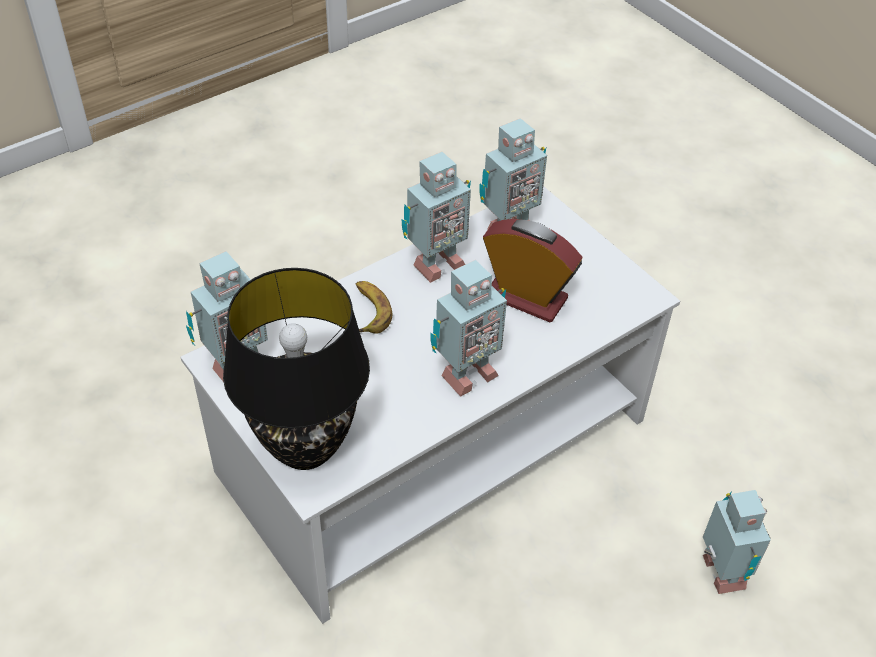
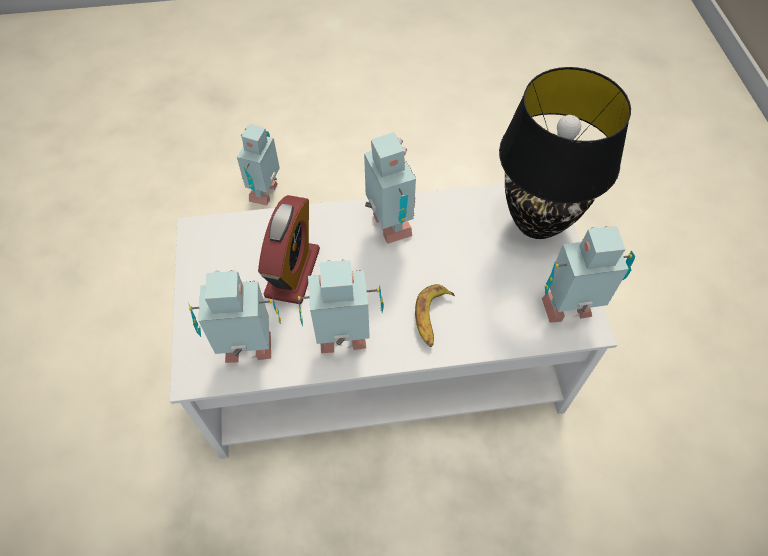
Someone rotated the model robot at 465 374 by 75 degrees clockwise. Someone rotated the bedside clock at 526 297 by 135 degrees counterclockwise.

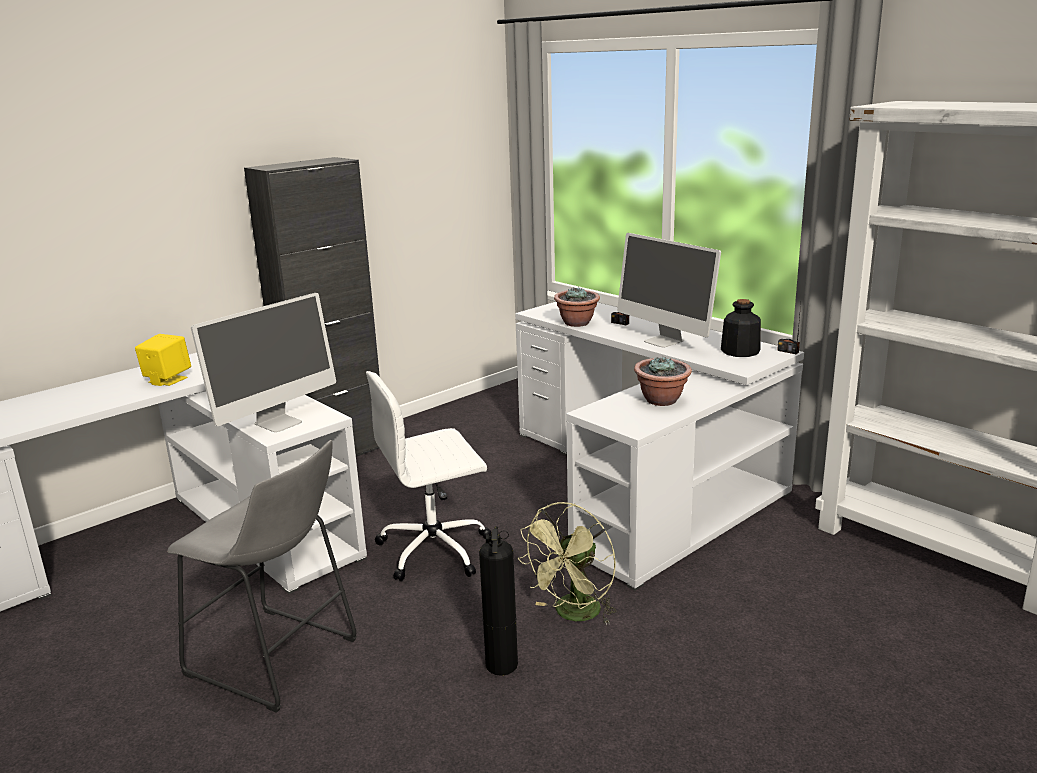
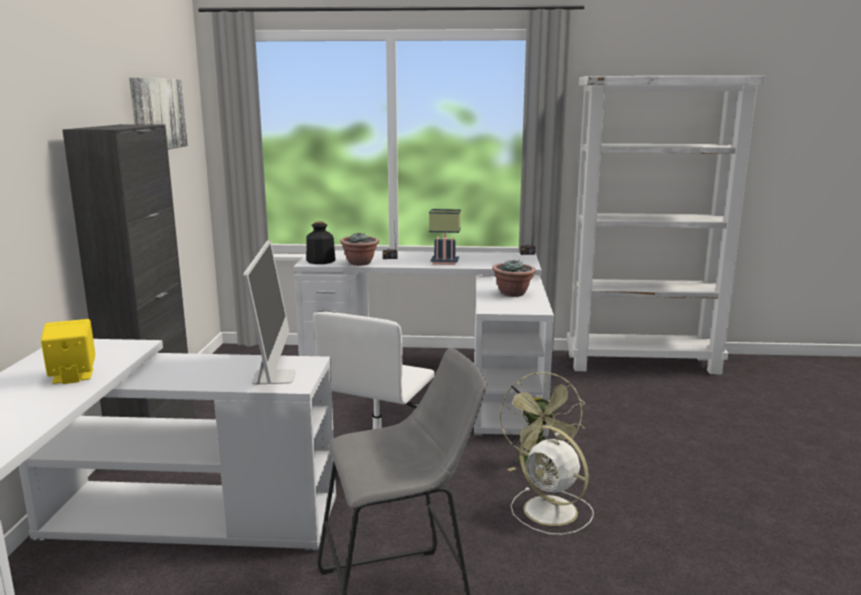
Someone swapped the extinguisher at 501 663 for the whitish fan at 552 512. Someone swapped the monitor at 664 341 for the table lamp at 446 262. Someone carried the drink bottle from 739 351 to 320 261. Someone put up the picture at 157 114.

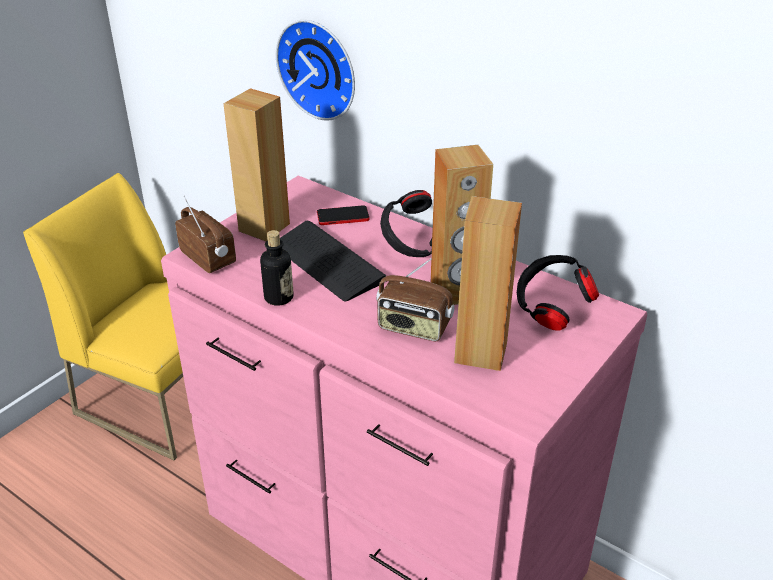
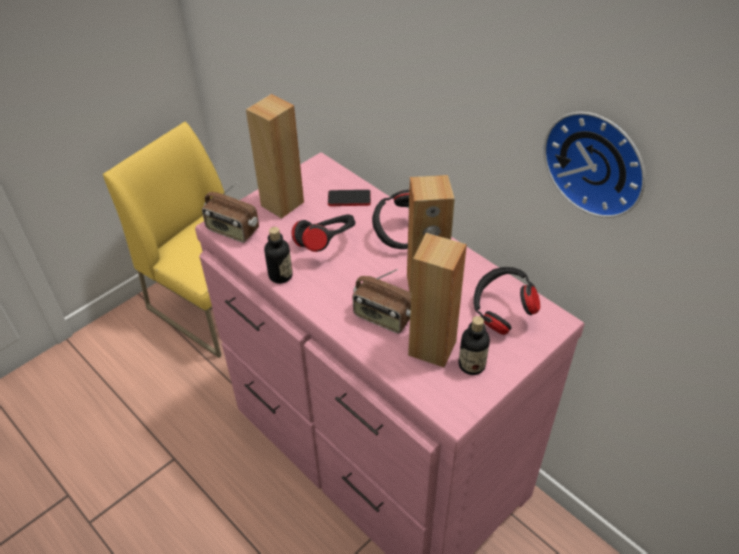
Someone rotated the radio set at 209 258 by 150 degrees clockwise. Someone carried the wall clock from 320 68 to 597 161. Someone swapped the PC keyboard at 327 263 for the black-coloured headphones at 326 245. Someone put down the drink bottle at 471 365.

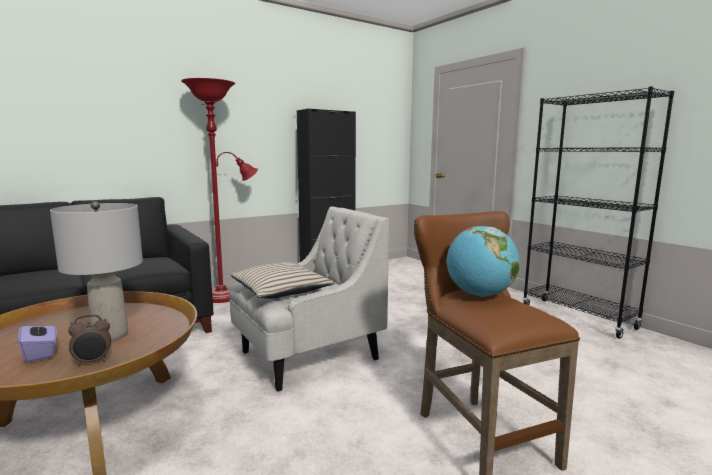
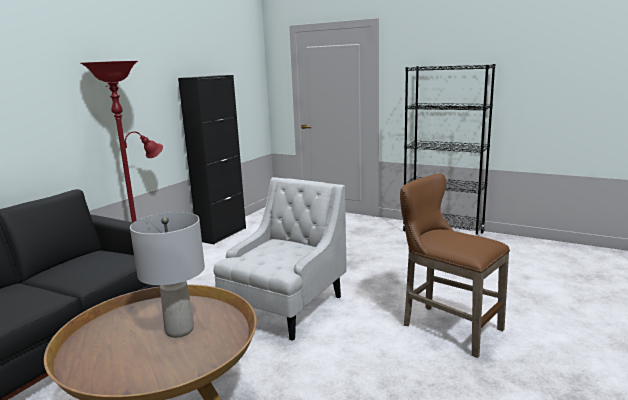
Someone took away the purplish tissue box at 41 353. Someone took away the bedside clock at 93 362. Someone took away the beige pillow at 281 290. Someone took away the world globe at 480 295.

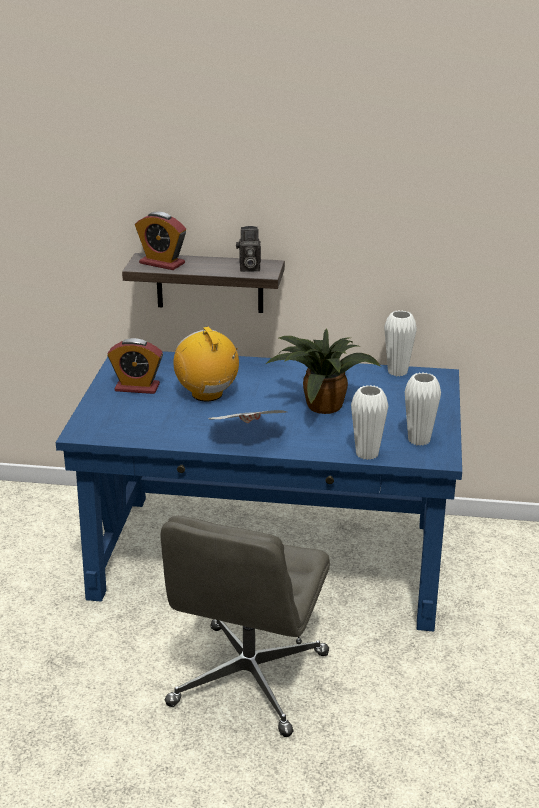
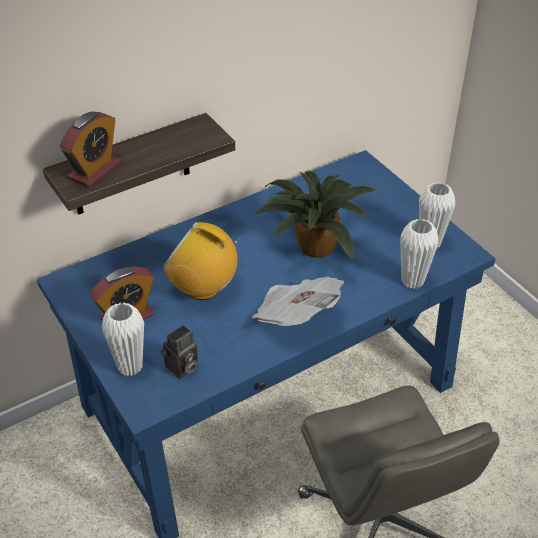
Someone rotated the bedside clock at 162 263 by 45 degrees counterclockwise. Someone carried the photo camera from 248 268 to 181 368. Someone carried the whitish decorative vase from 397 372 to 130 367.

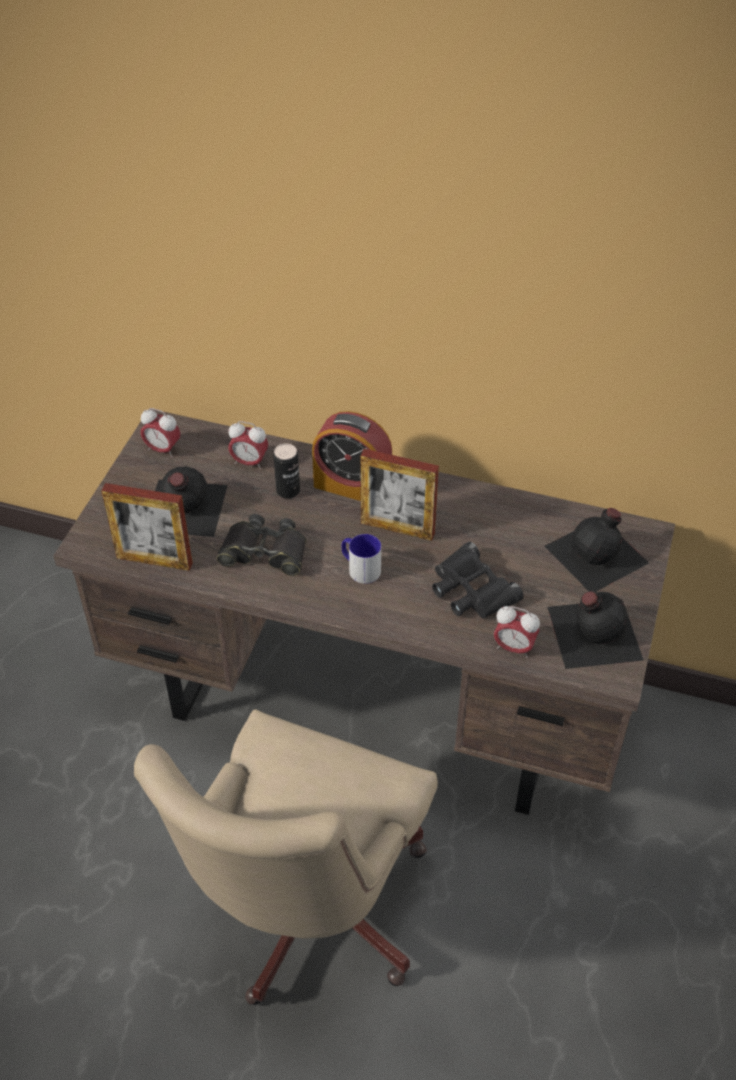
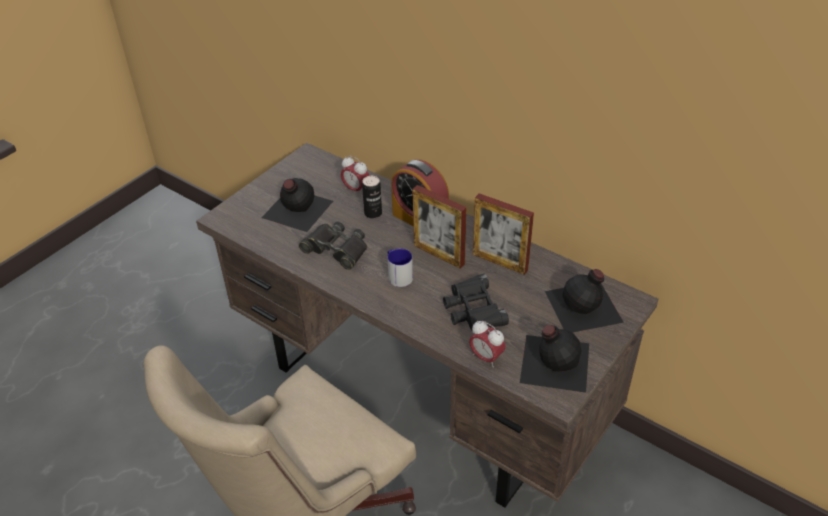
Someone carried the picture frame from 154 560 to 500 262. Someone took away the bedside clock at 163 450.

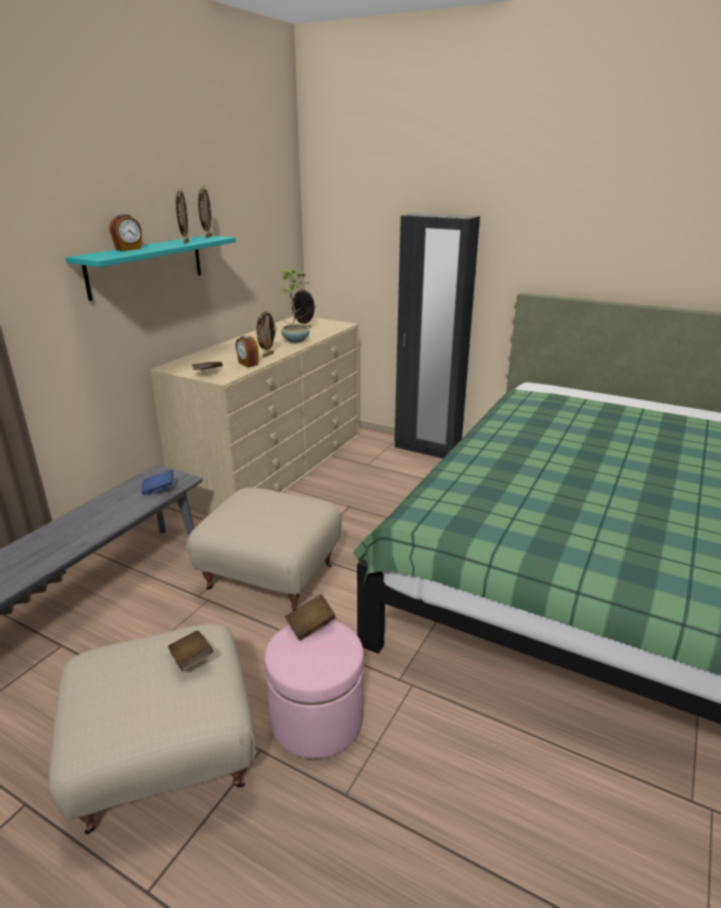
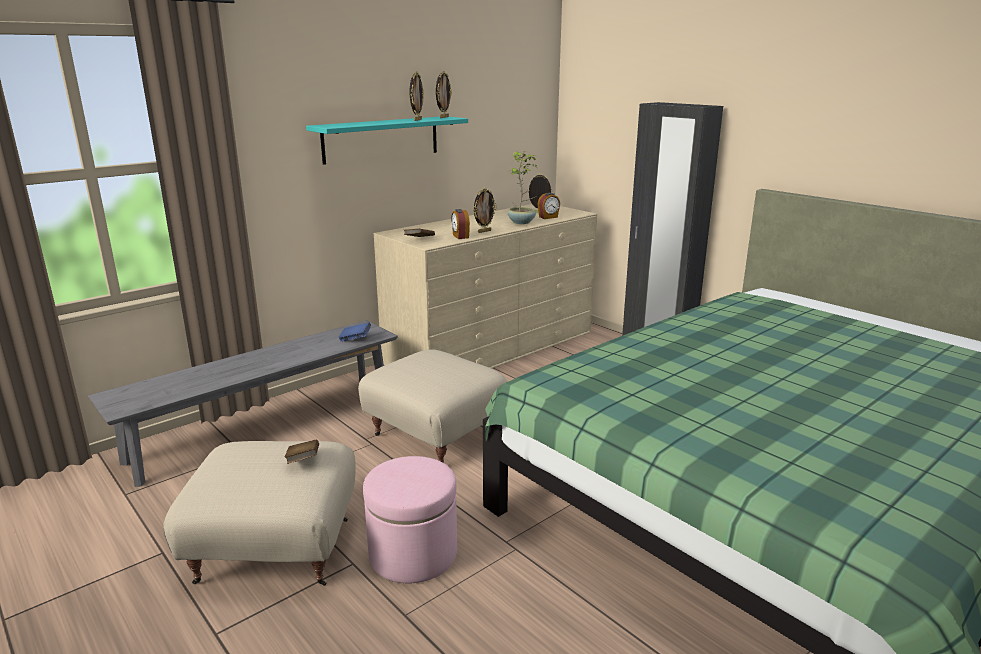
Someone carried the bedside clock from 129 249 to 548 217. Someone took away the brown-coloured book at 310 626.

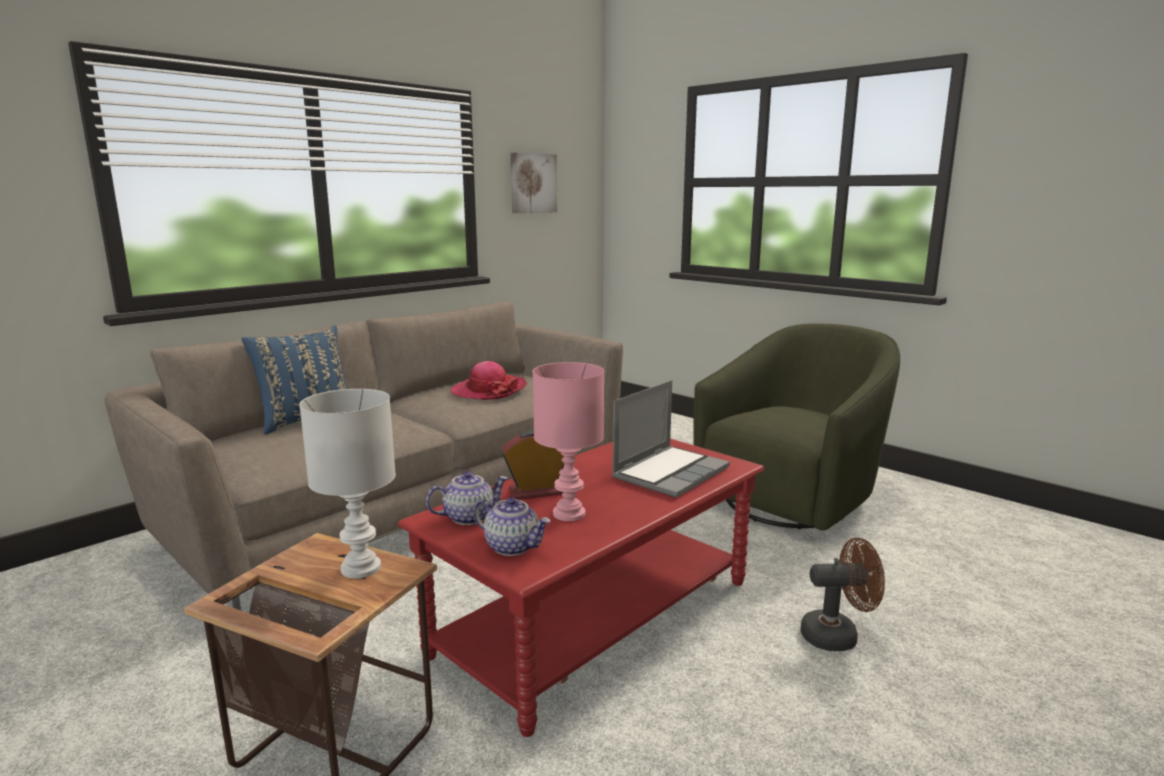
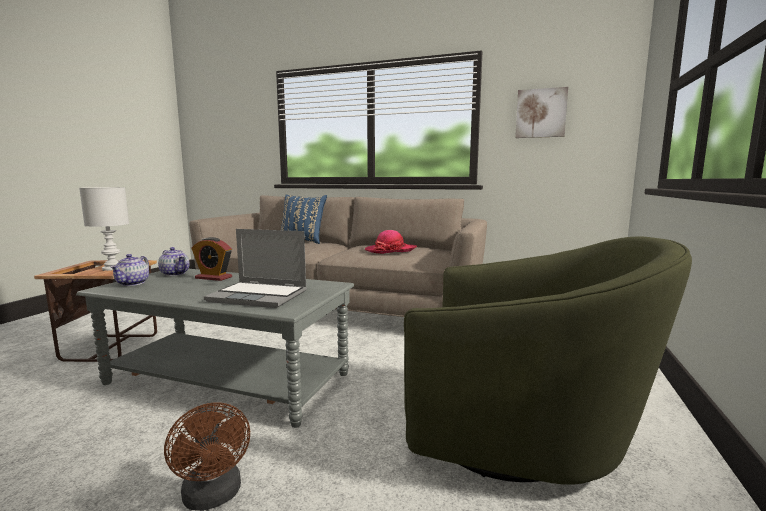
Someone repainted the reddish low table at 597 617, which became the grey low table at 228 379. Someone rotated the bedside clock at 536 492 by 150 degrees clockwise. Someone took away the pinkish table lamp at 568 514.

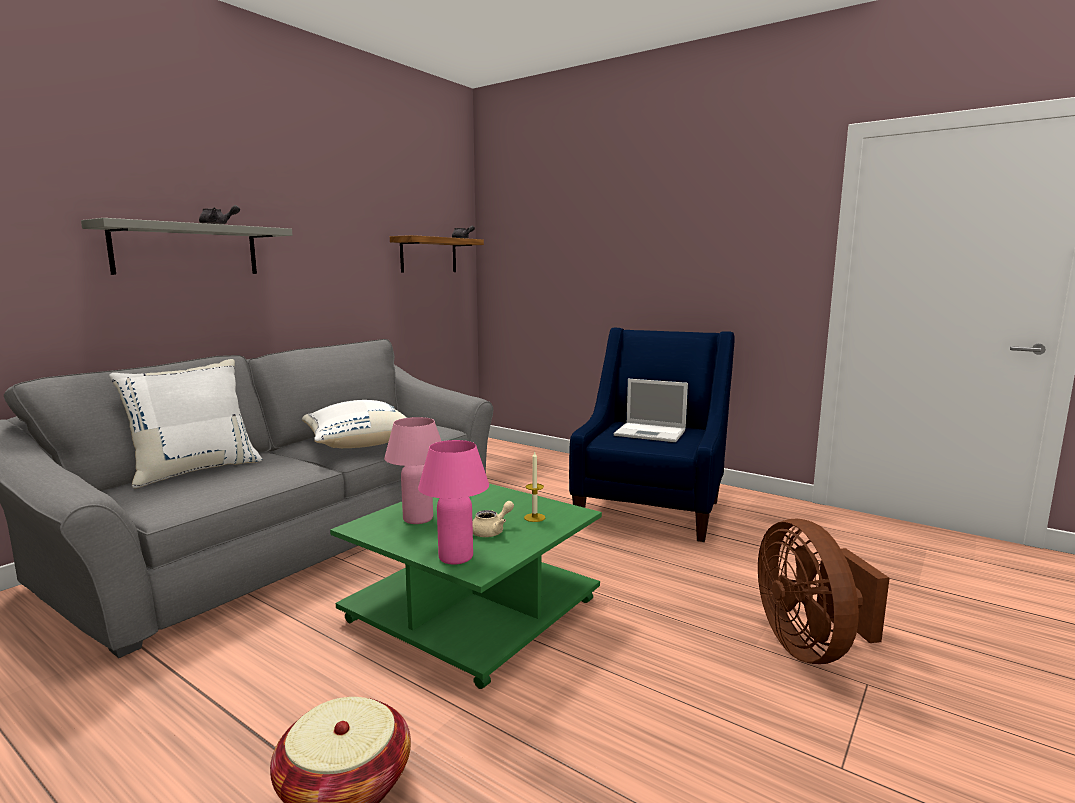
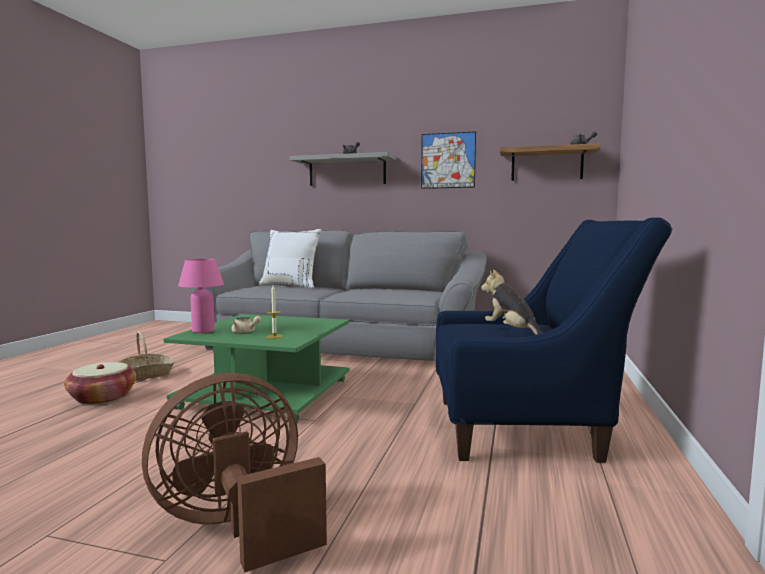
Someone took away the whitish pillow at 358 444. Someone took away the pinkish table lamp at 418 519. Someone swapped the laptop at 651 433 for the soft toy at 512 333. Someone put down the basket at 144 375. Someone put up the picture at 448 160.

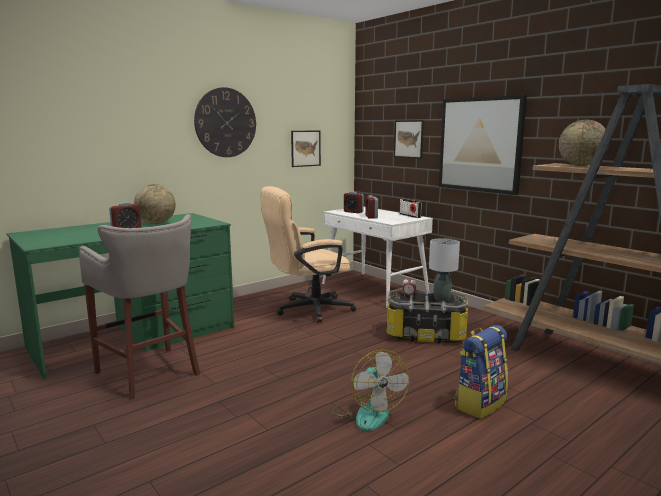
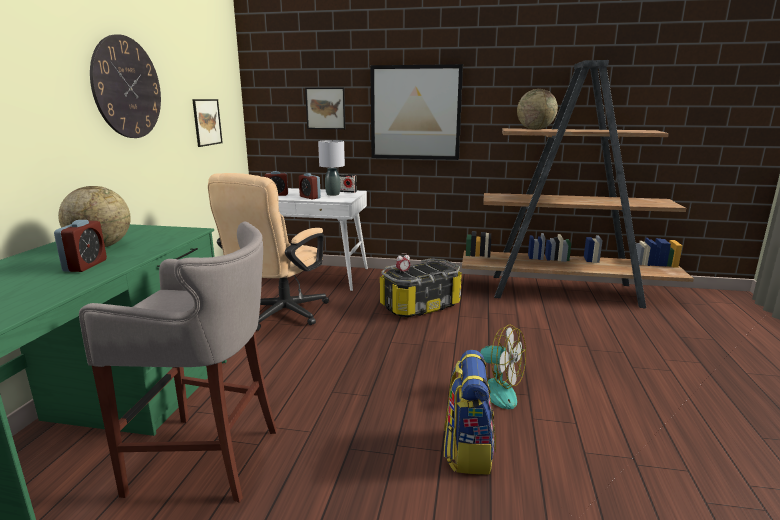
Someone carried the grey table lamp from 441 299 to 332 194. Someone carried the knapsack from 479 403 to 467 450.

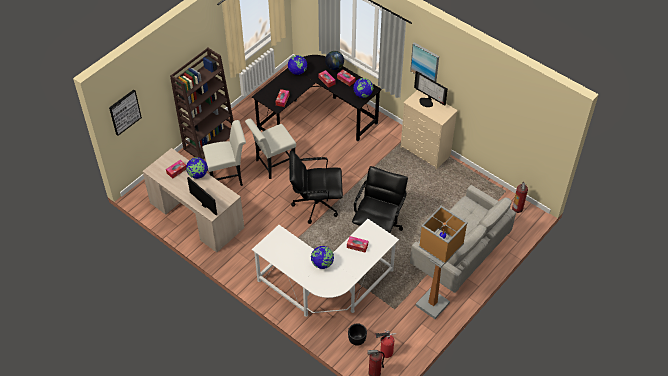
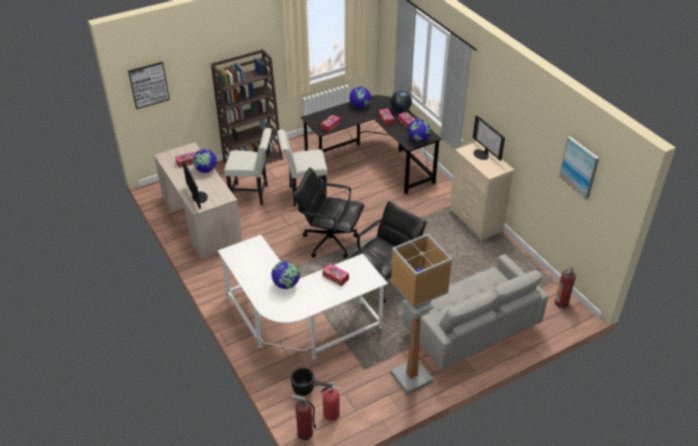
Someone carried the picture from 425 63 to 579 167.

